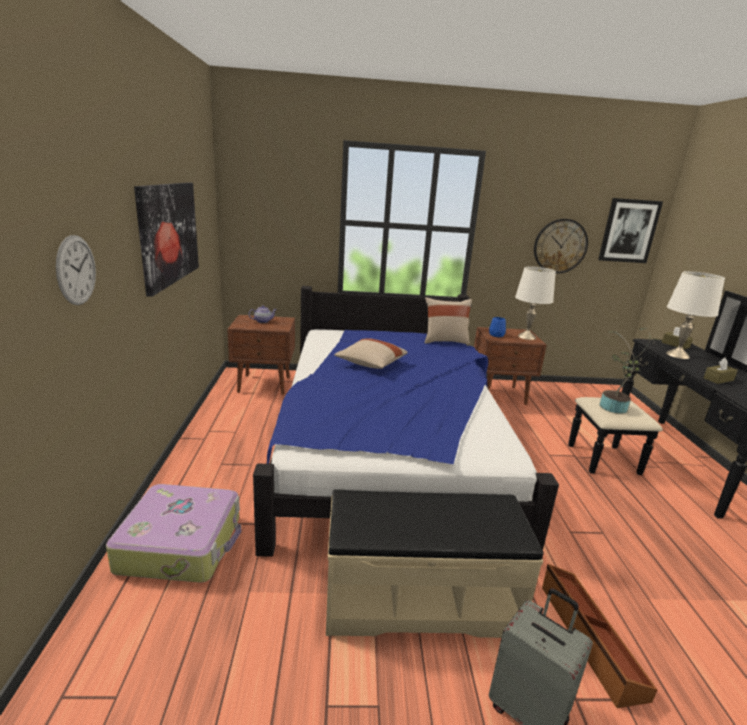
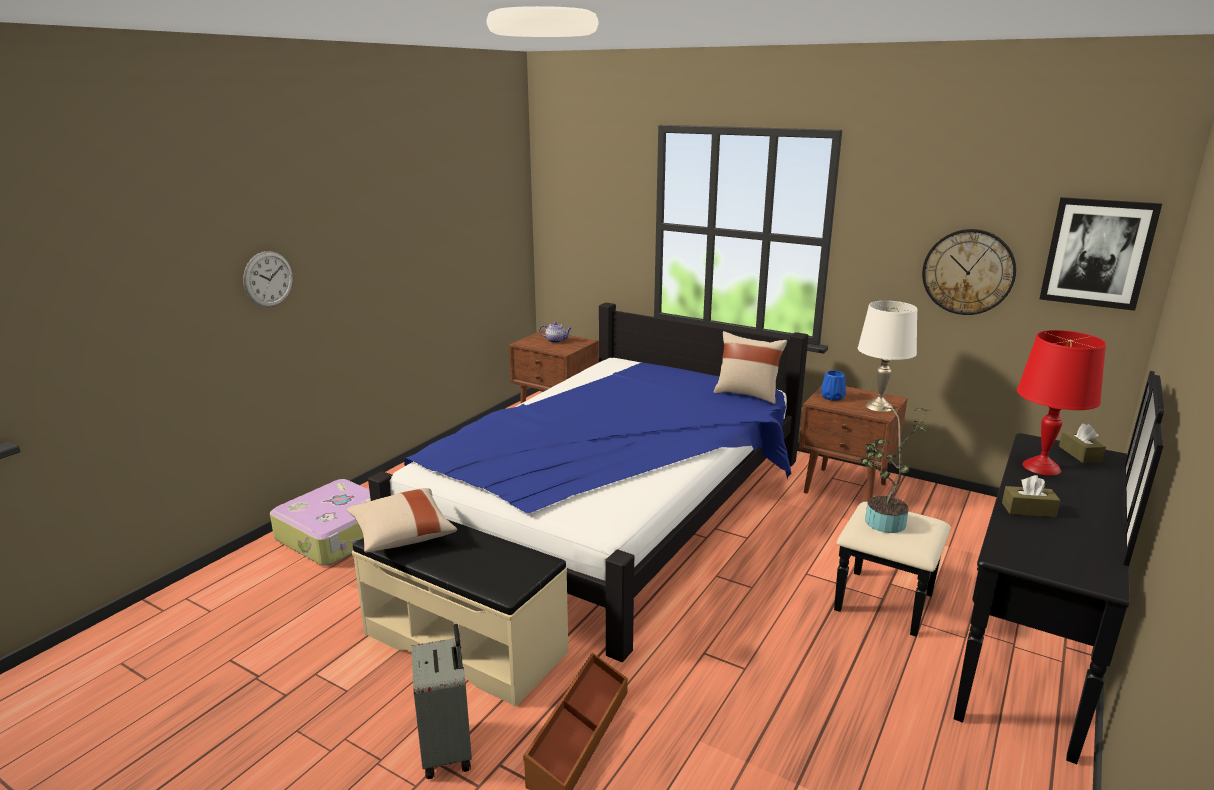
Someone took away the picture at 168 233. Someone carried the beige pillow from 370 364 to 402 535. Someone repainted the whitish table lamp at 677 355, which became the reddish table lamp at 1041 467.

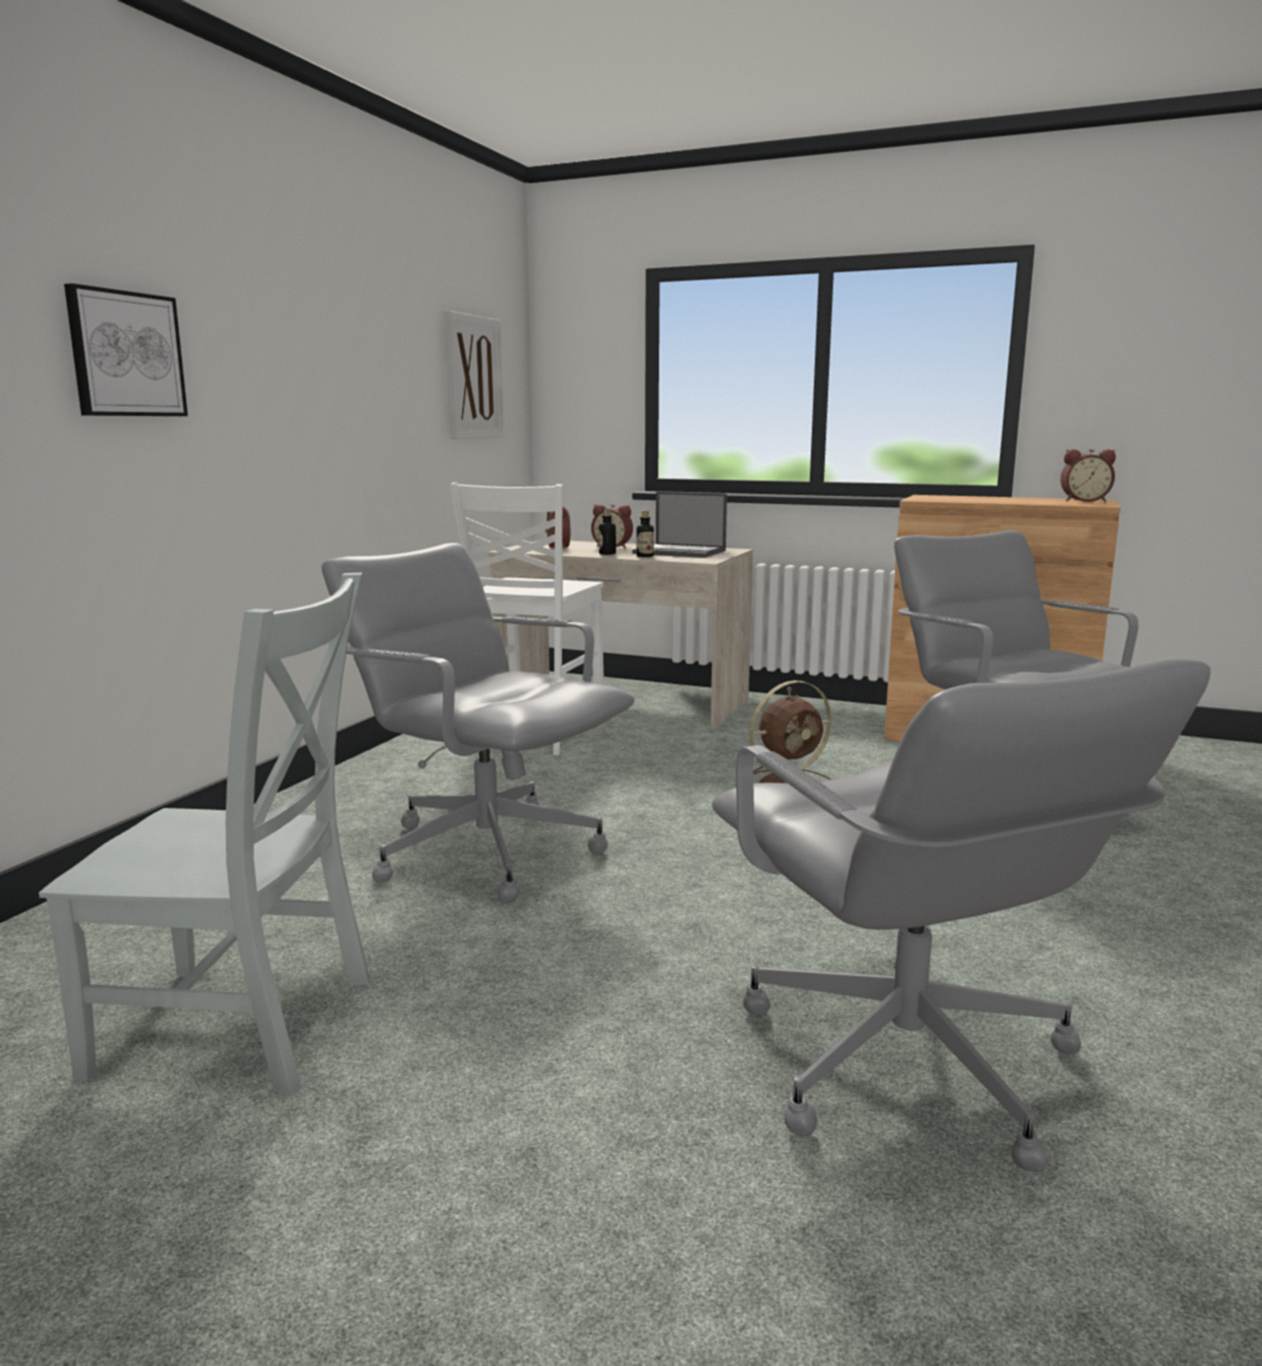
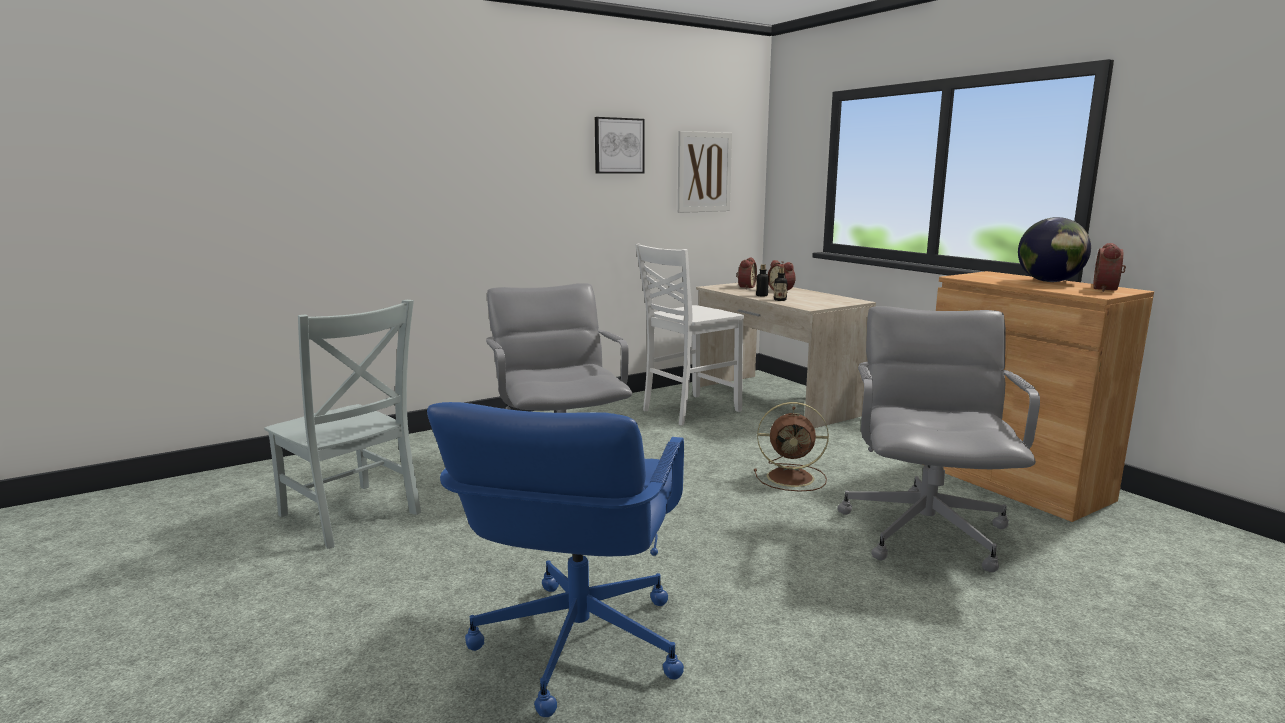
Someone carried the picture from 126 354 to 618 146. Someone took away the laptop at 681 552. Someone repainted the grey computer chair at 906 1065, which became the blue computer chair at 577 644. Someone rotated the bedside clock at 1083 501 by 75 degrees clockwise. Someone put down the world globe at 1049 281.

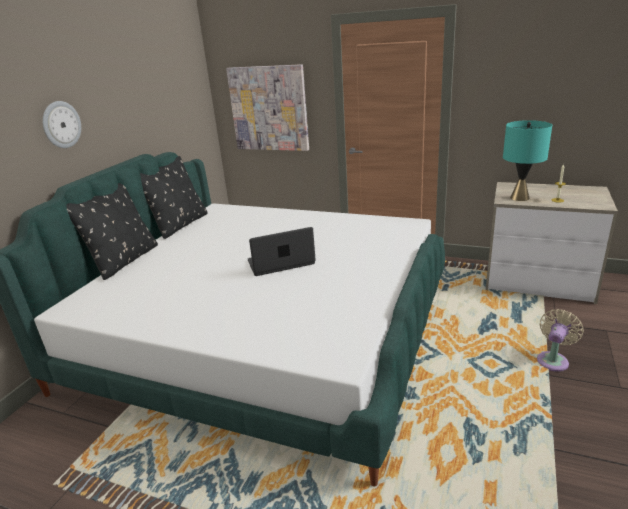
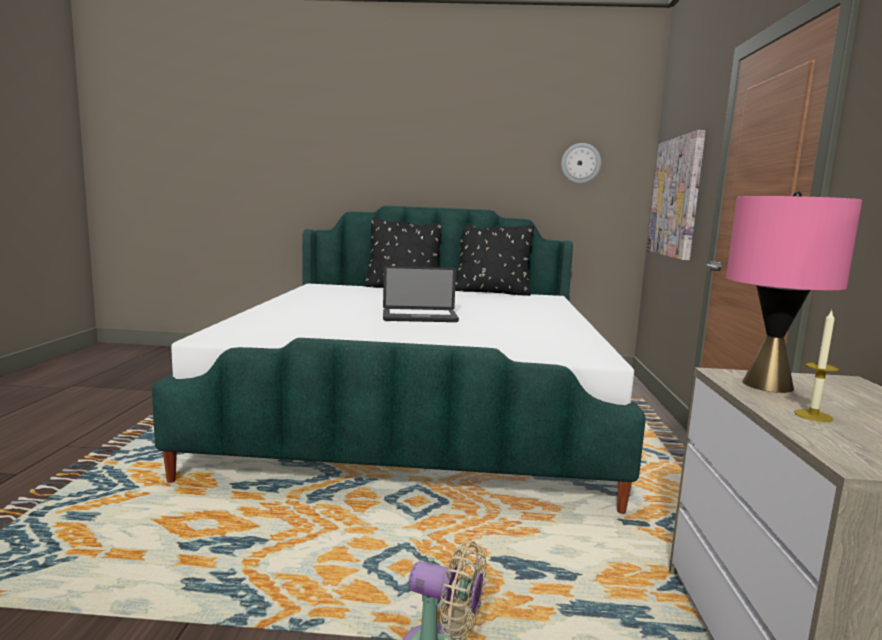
Someone carried the wall clock from 61 124 to 580 163. Someone rotated the laptop at 281 263 by 120 degrees clockwise. Someone repainted the turquoise table lamp at 519 197, which became the pinkish table lamp at 768 385.

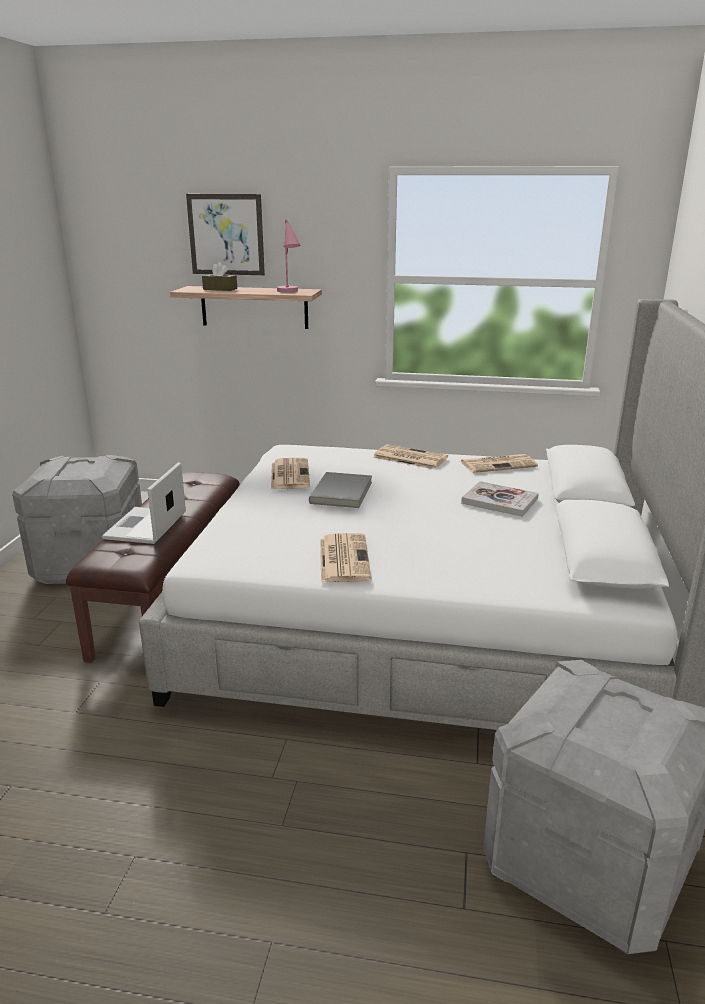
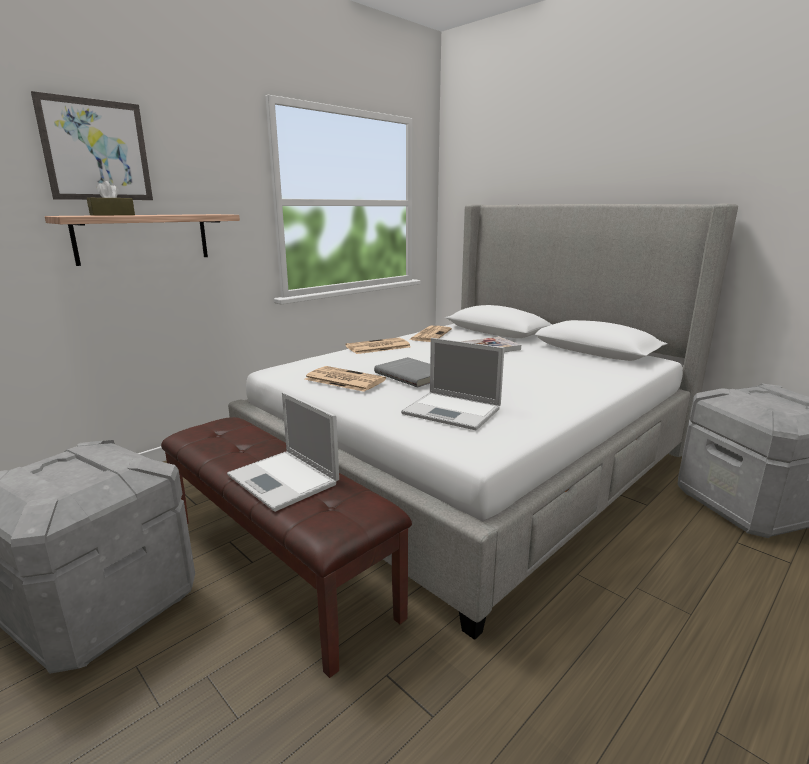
Someone took away the pinkish table lamp at 290 292. Someone took away the printed paper at 343 558. Someone put down the laptop at 453 411.

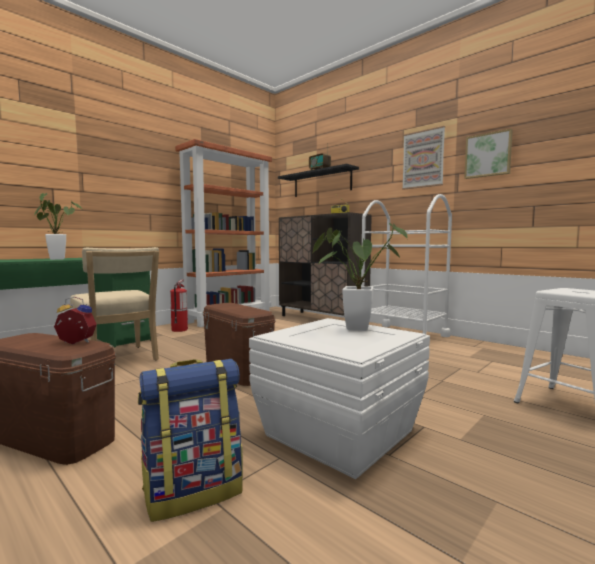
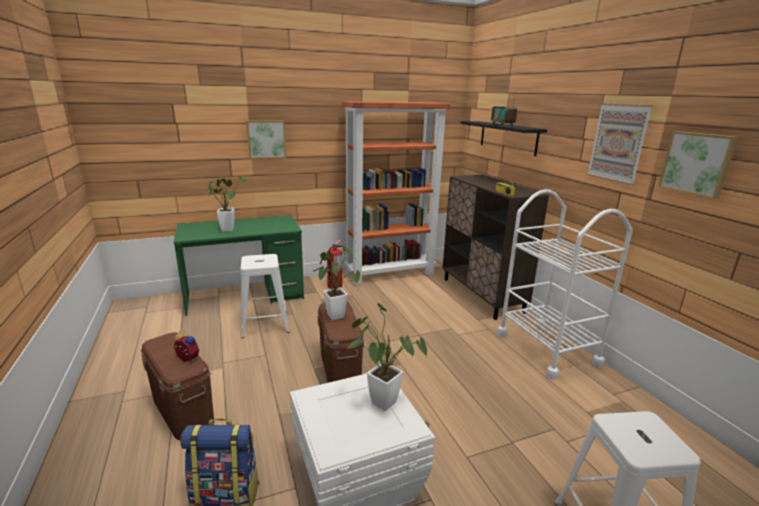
Someone swapped the beige upright chair at 118 360 for the whitish stool seat at 265 323. Someone put up the picture at 266 139. Someone put down the houseplant at 334 314.

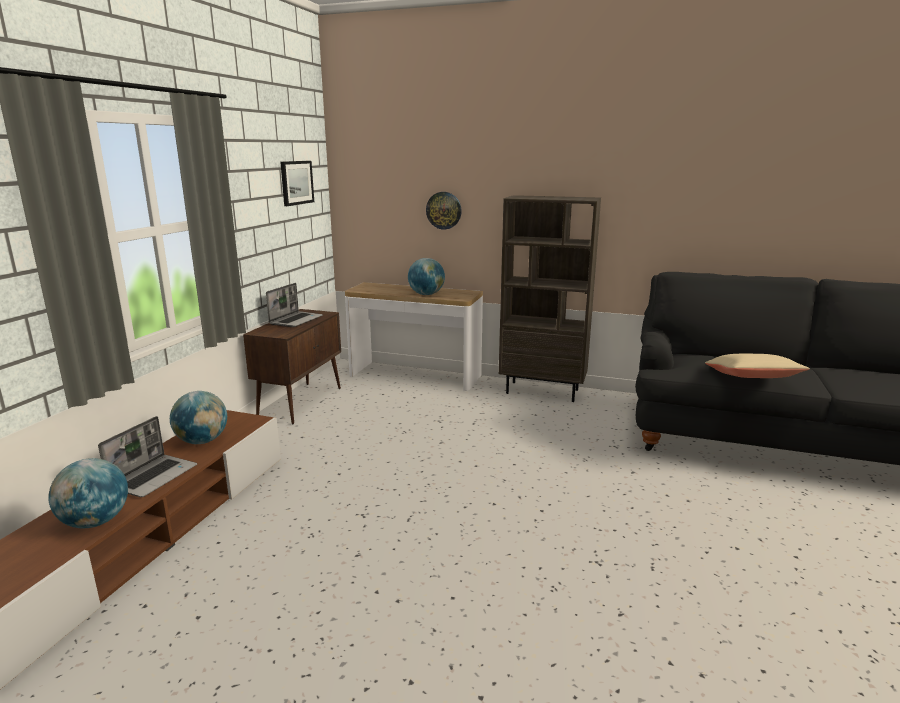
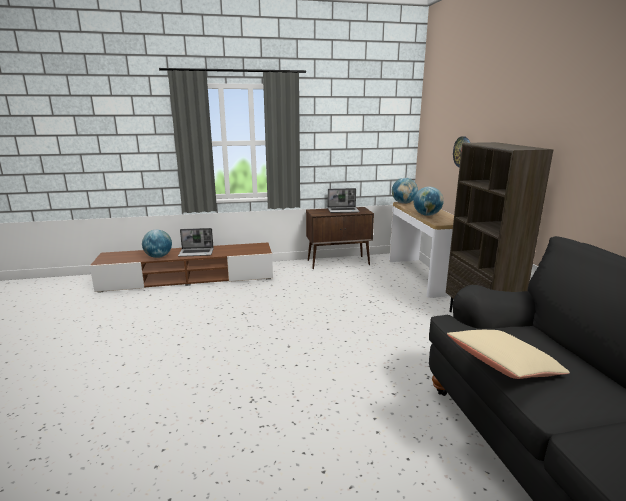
Someone carried the world globe from 202 441 to 403 203. Someone took away the picture at 296 182.

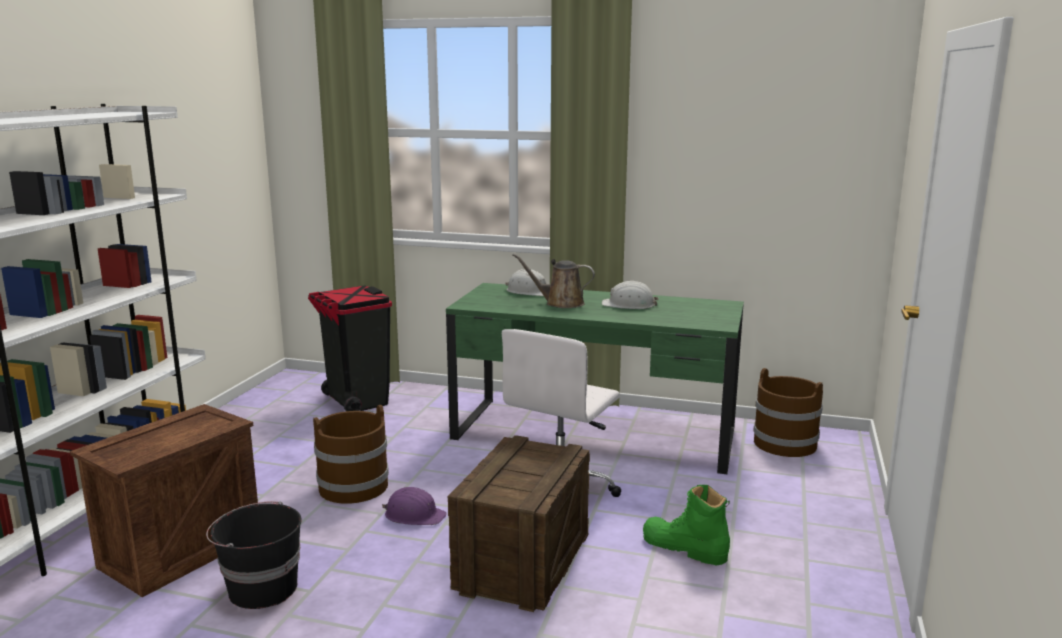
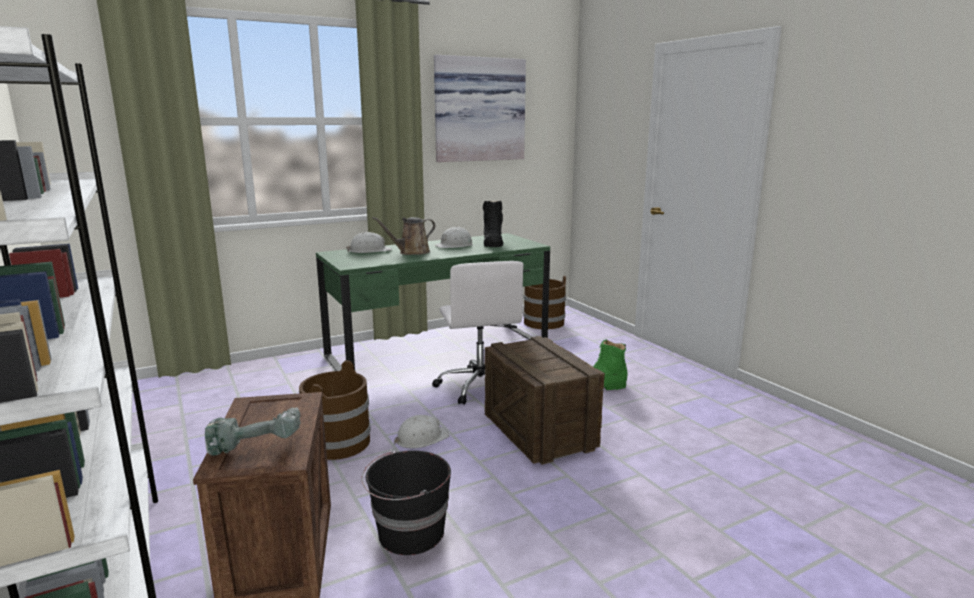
Someone took away the black-coloured trash can at 357 401. Someone repainted the purplish work helmet at 414 515, which became the whitish work helmet at 421 438. Someone put down the drill at 258 444. Someone put up the picture at 478 110. Someone put down the black-coloured tall boot at 492 243.

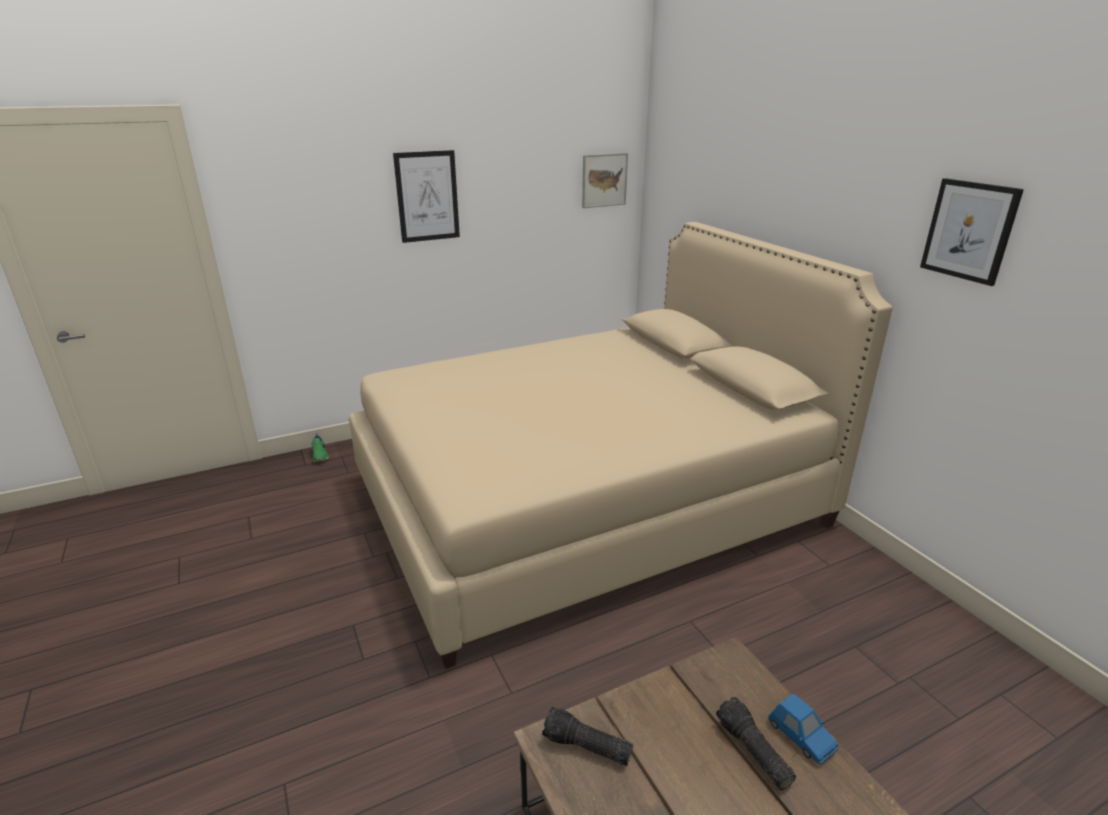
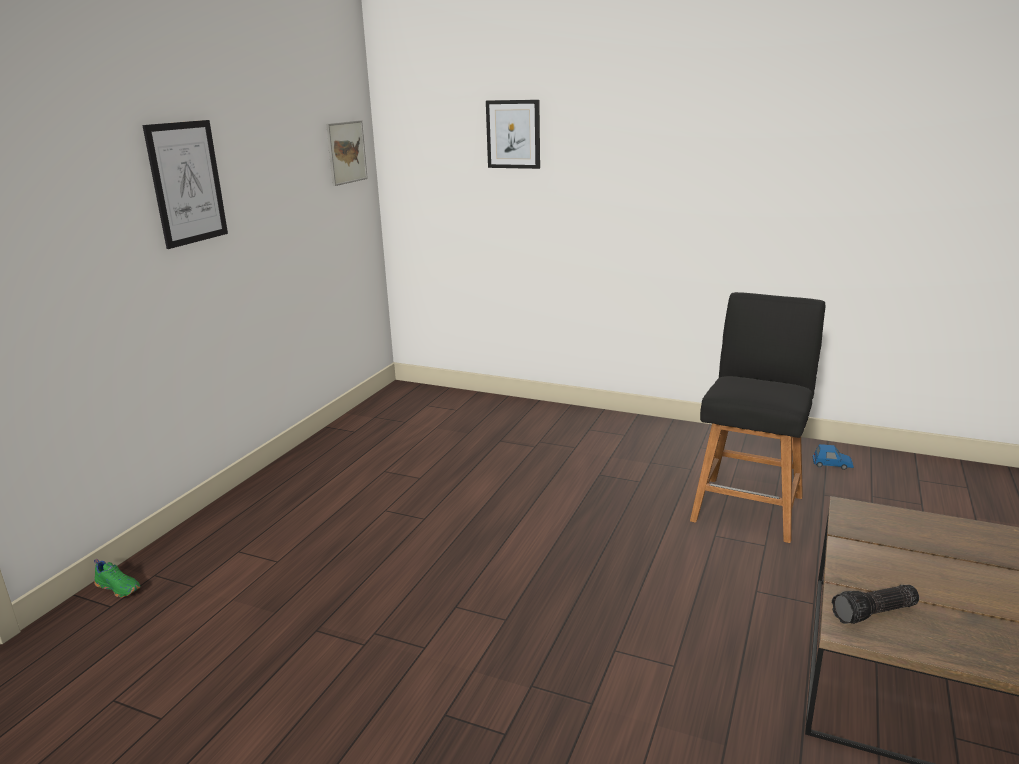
Someone took away the beige bedroom bed at 586 502. Someone took away the torch at 751 751. Someone carried the blue toy car from 801 736 to 832 464. Someone carried the picture from 969 231 to 513 134. Someone put down the black-coloured stool seat at 748 505.

